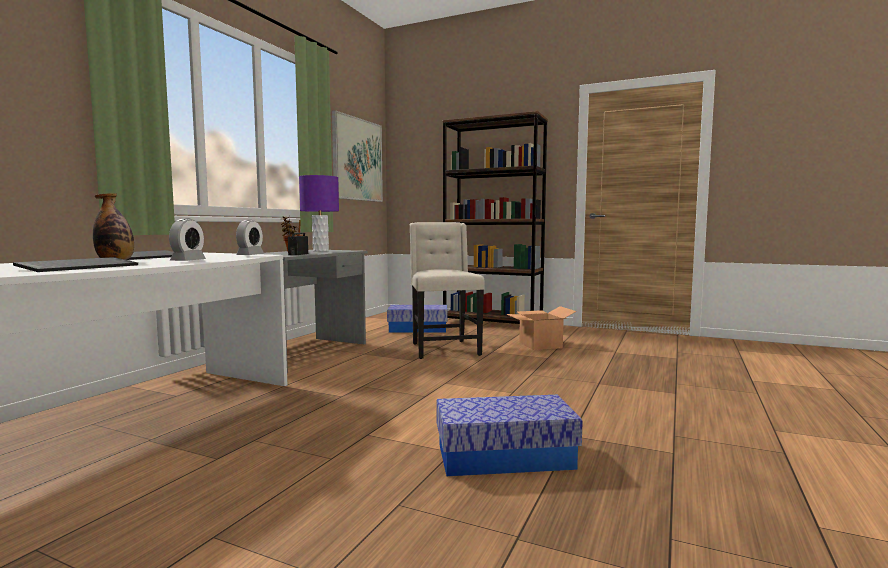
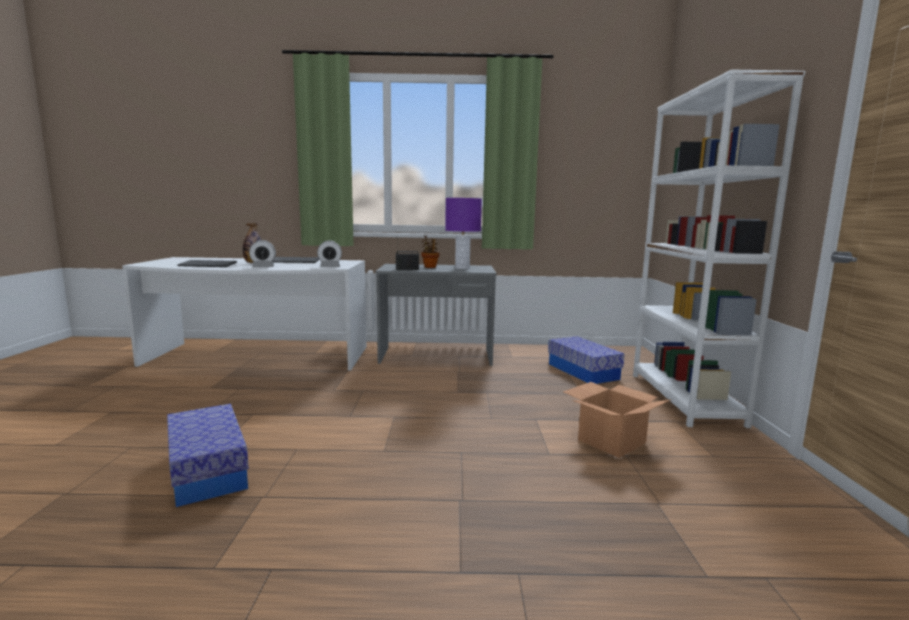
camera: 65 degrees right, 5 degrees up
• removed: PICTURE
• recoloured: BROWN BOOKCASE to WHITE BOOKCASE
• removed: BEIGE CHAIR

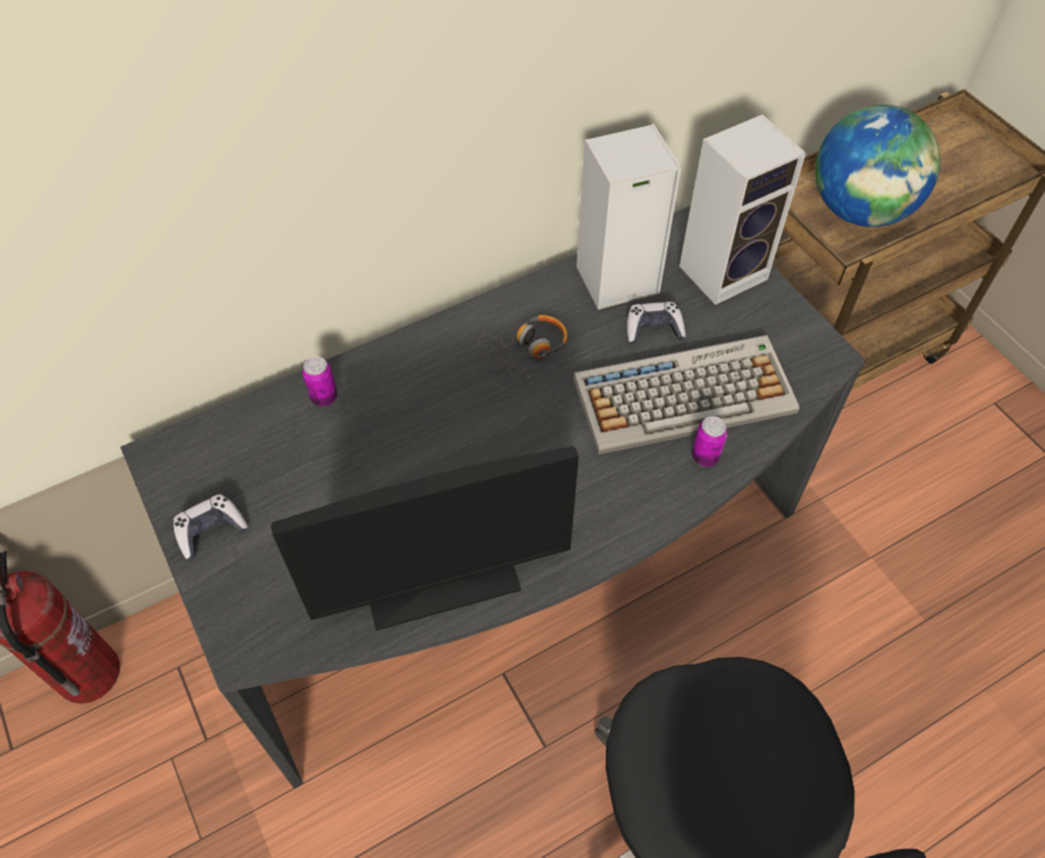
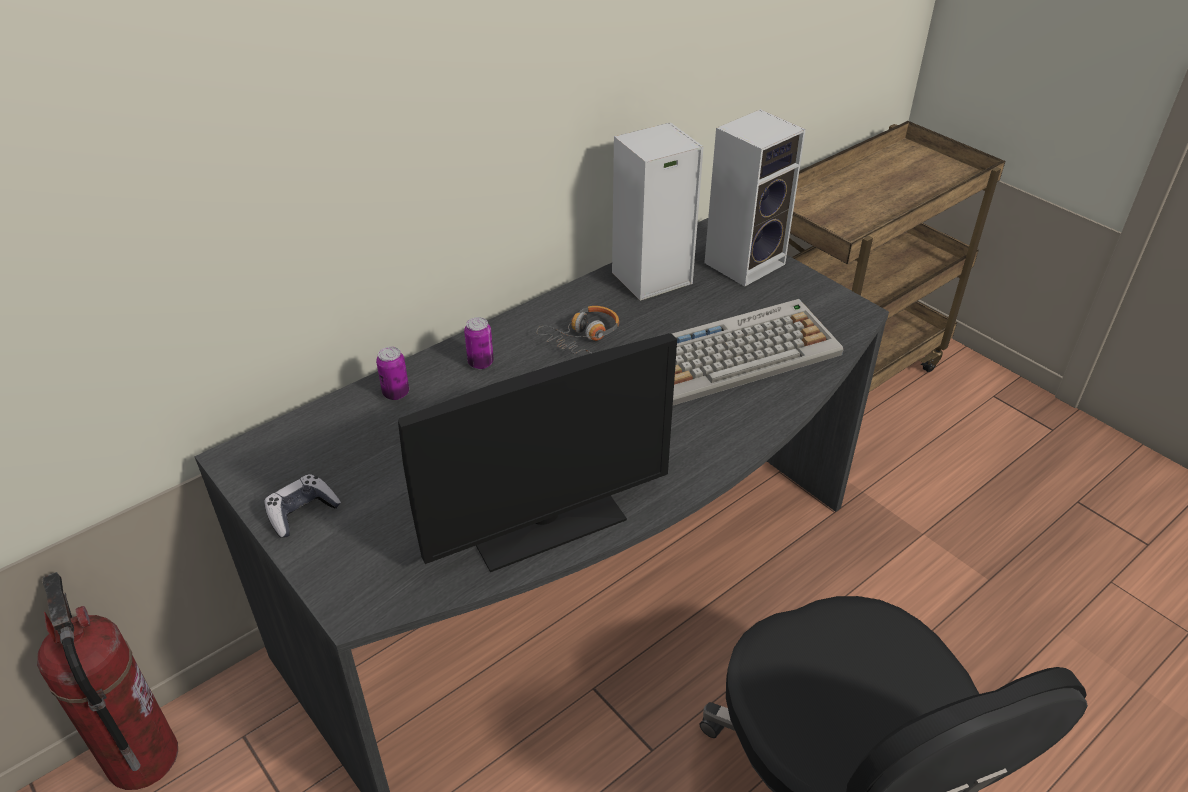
camera: 10 degrees left, 15 degrees down
• removed: GLOBE
• removed: GAME CONTROLLER (2nd from left)
• moved: CAN (2nd from left)

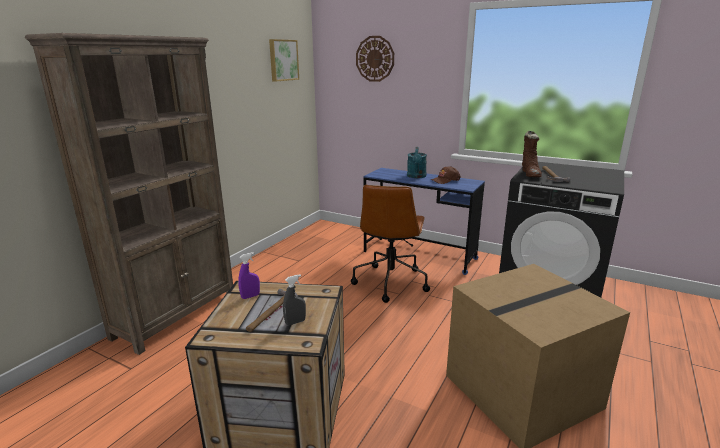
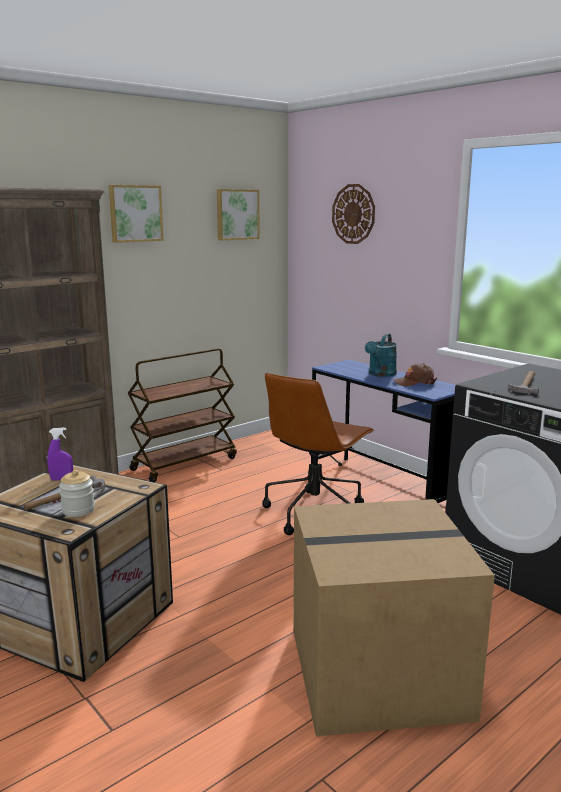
camera: 20 degrees right, 5 degrees down
• removed: BROWN BOOT
• replaced: GREY SPRAY BOTTLE to JAR
• added: PICTURE (1st from left)
• added: BROWN CART

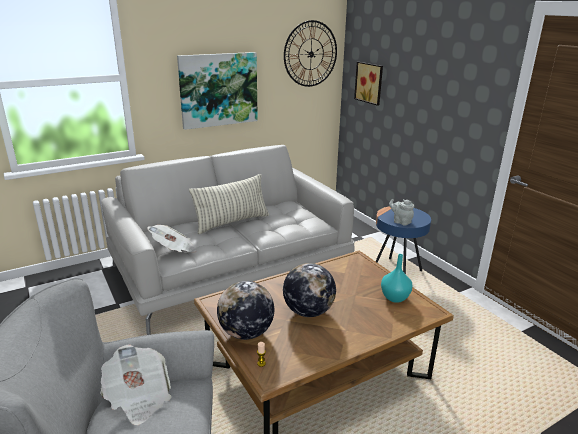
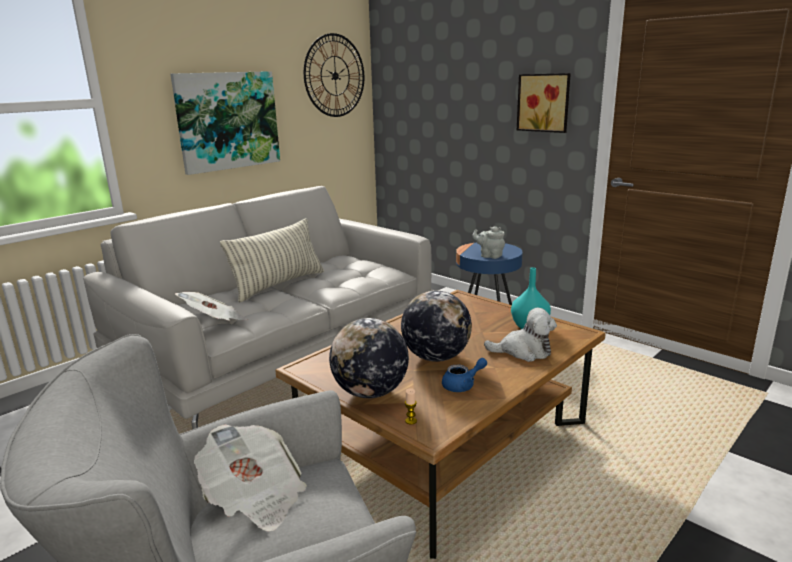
camera: 15 degrees left, 5 degrees down
• moved: PICTURE (2nd from left)
• added: PLUSH TOY
• added: BLUE TEAPOT

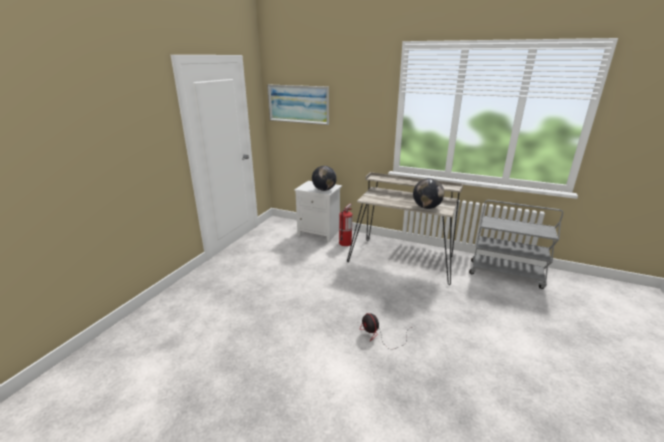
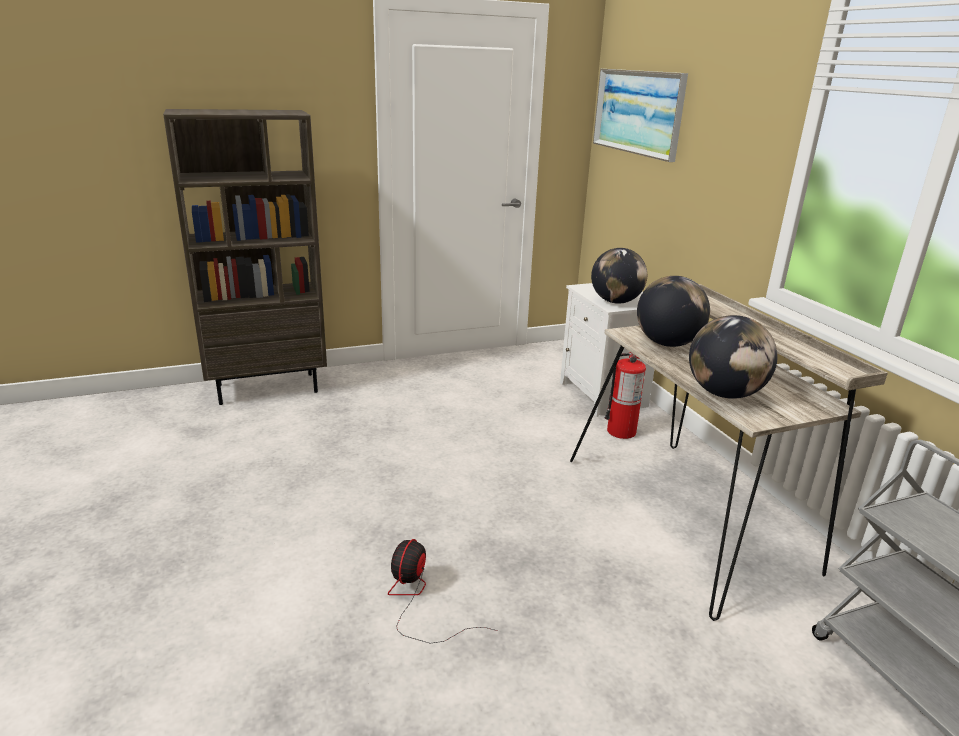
camera: 45 degrees right, 0 degrees up
• added: BROWN BOOKCASE
• added: GLOBE (2nd from left)

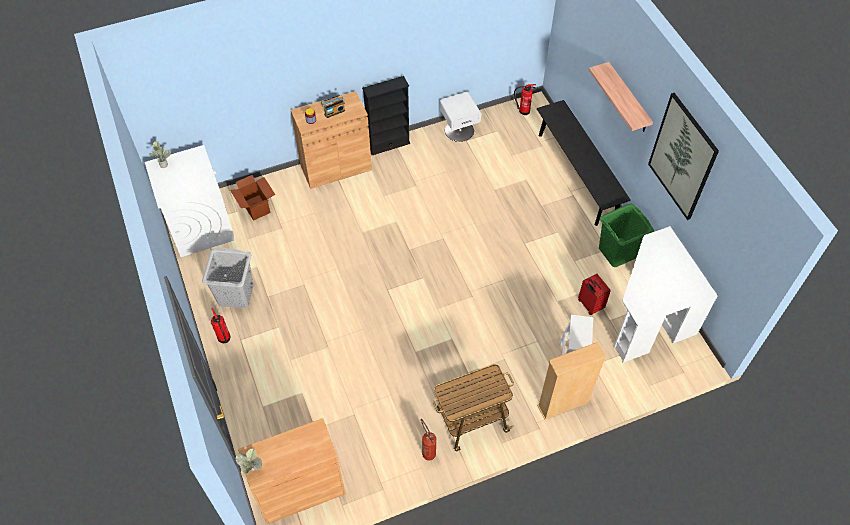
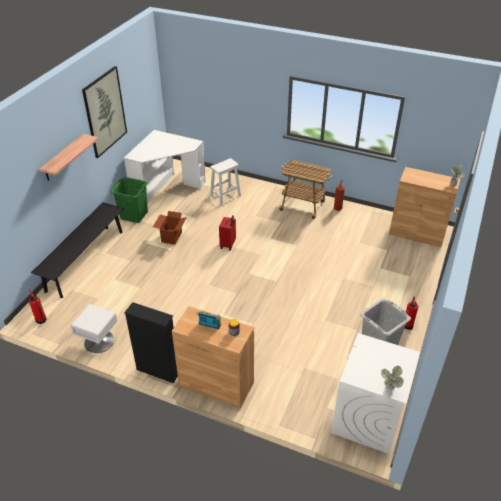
camera: 135 degrees left, 15 degrees down
• moved: CARDBOARD BOX
• moved: RED SUITCASE
• removed: BEIGE BOOKCASE

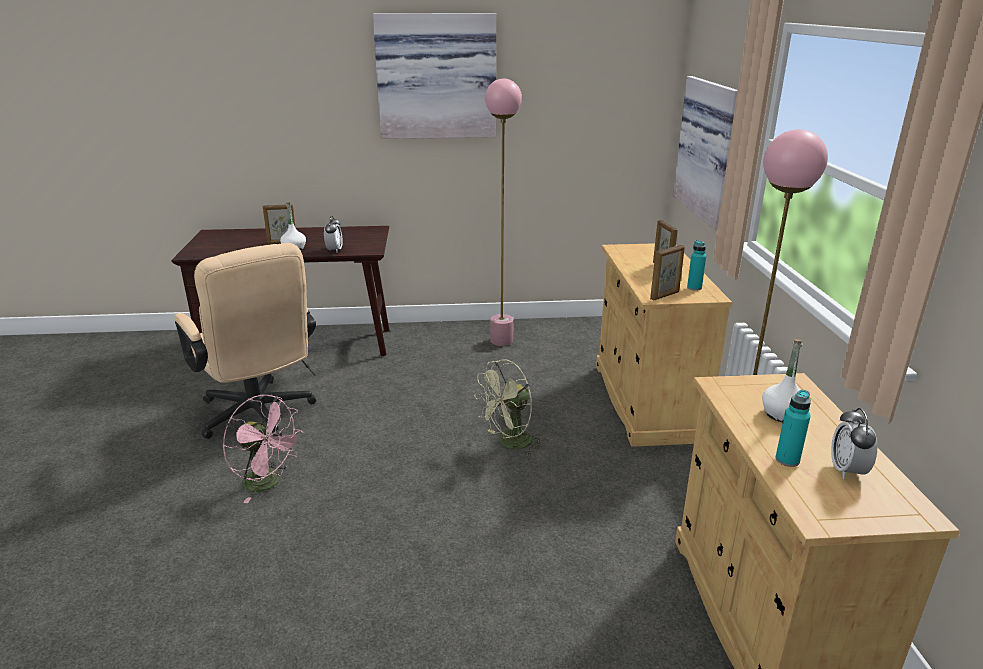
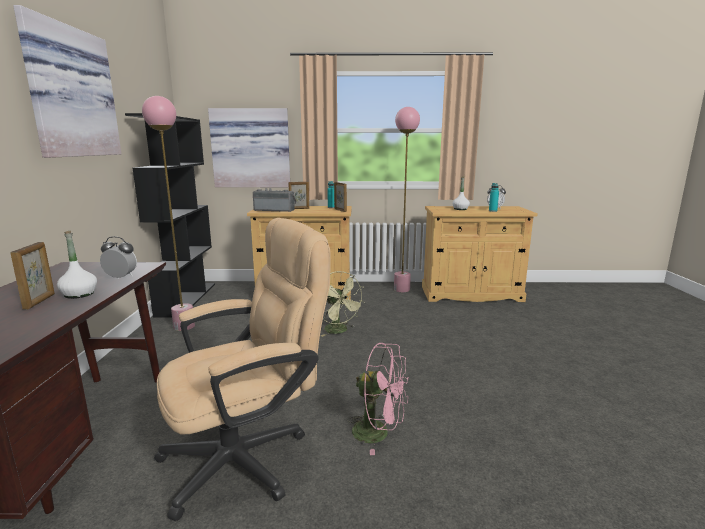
camera: 85 degrees left, 10 degrees down
• turned: PINK FAN 75 degrees clockwise
• added: BLACK BOOKCASE
• added: RADIO

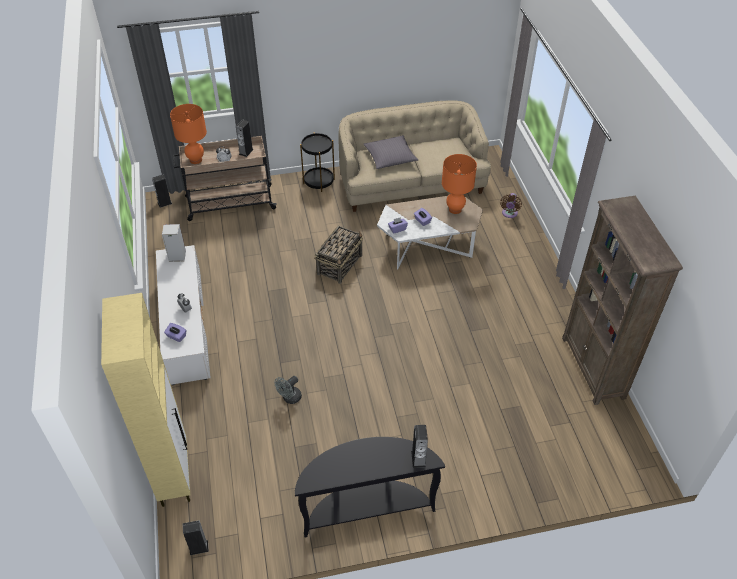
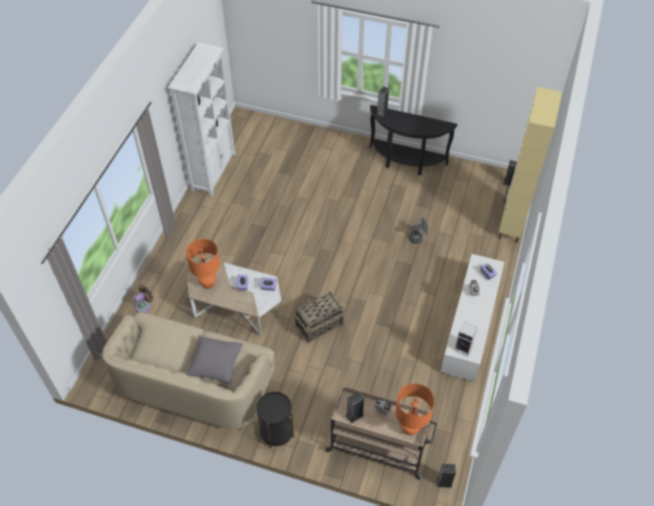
camera: 150 degrees left, 5 degrees up
• recoloured: BROWN BOOKCASE to WHITE BOOKCASE

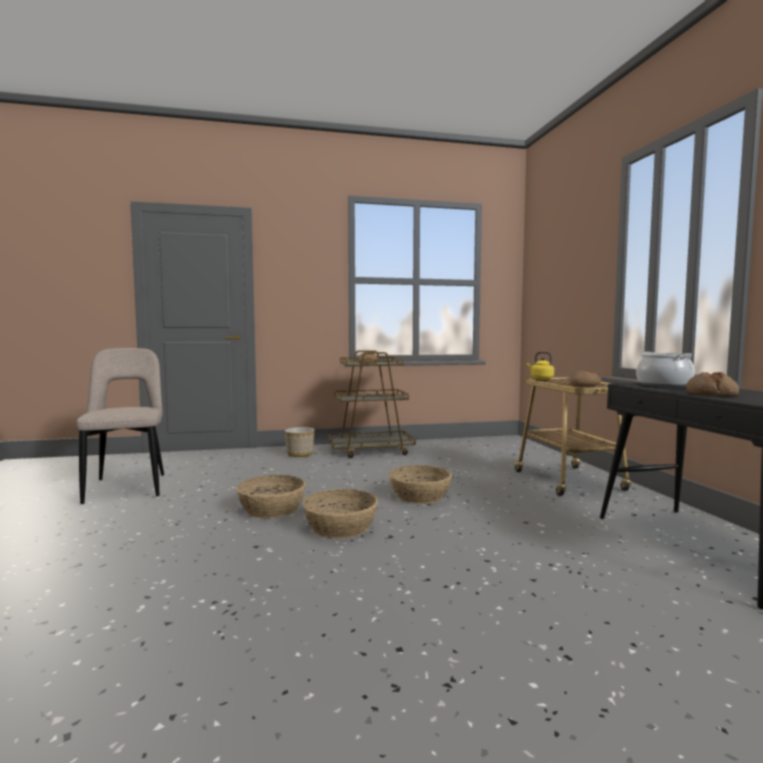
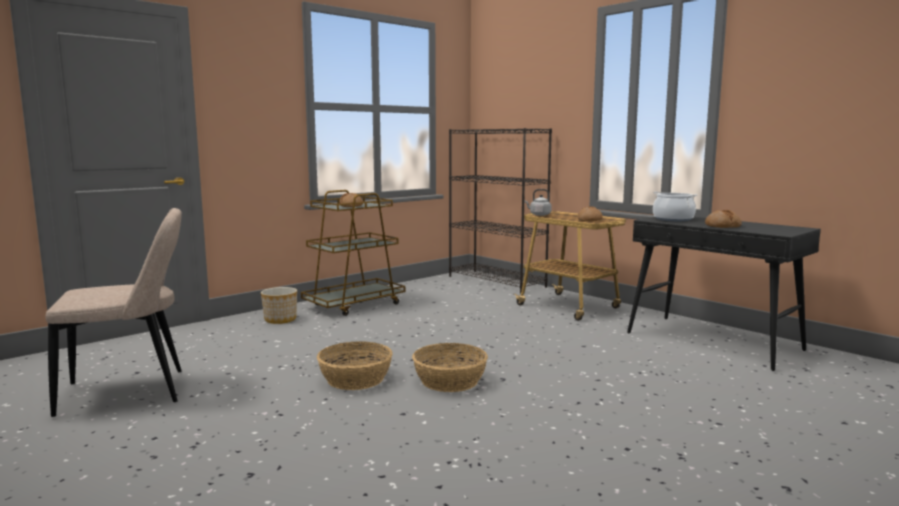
camera: 30 degrees left, 5 degrees up
• turned: BEIGE CHAIR 120 degrees clockwise
• recoloured: YELLOW KETTLE to GREY KETTLE
• removed: BASKET (3rd from left)
• added: BLACK BOOKCASE

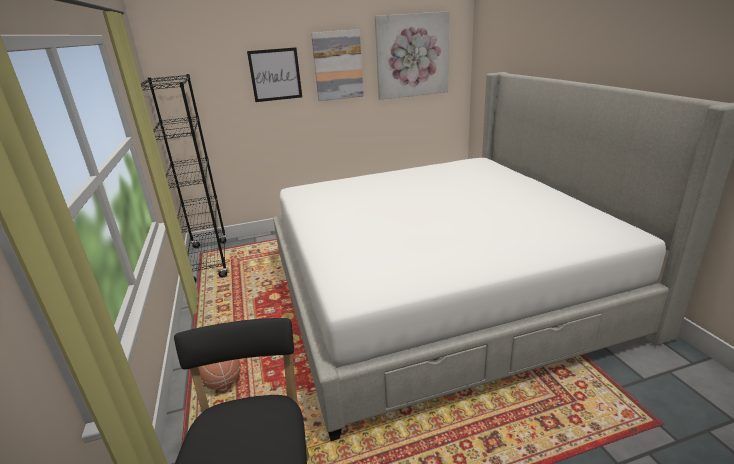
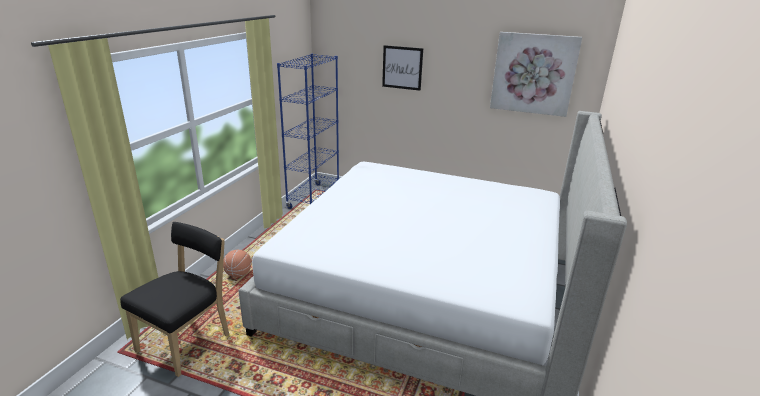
camera: 35 degrees right, 0 degrees up
• removed: PICTURE (2nd from left)
• recoloured: BLACK BOOKCASE to BLUE BOOKCASE

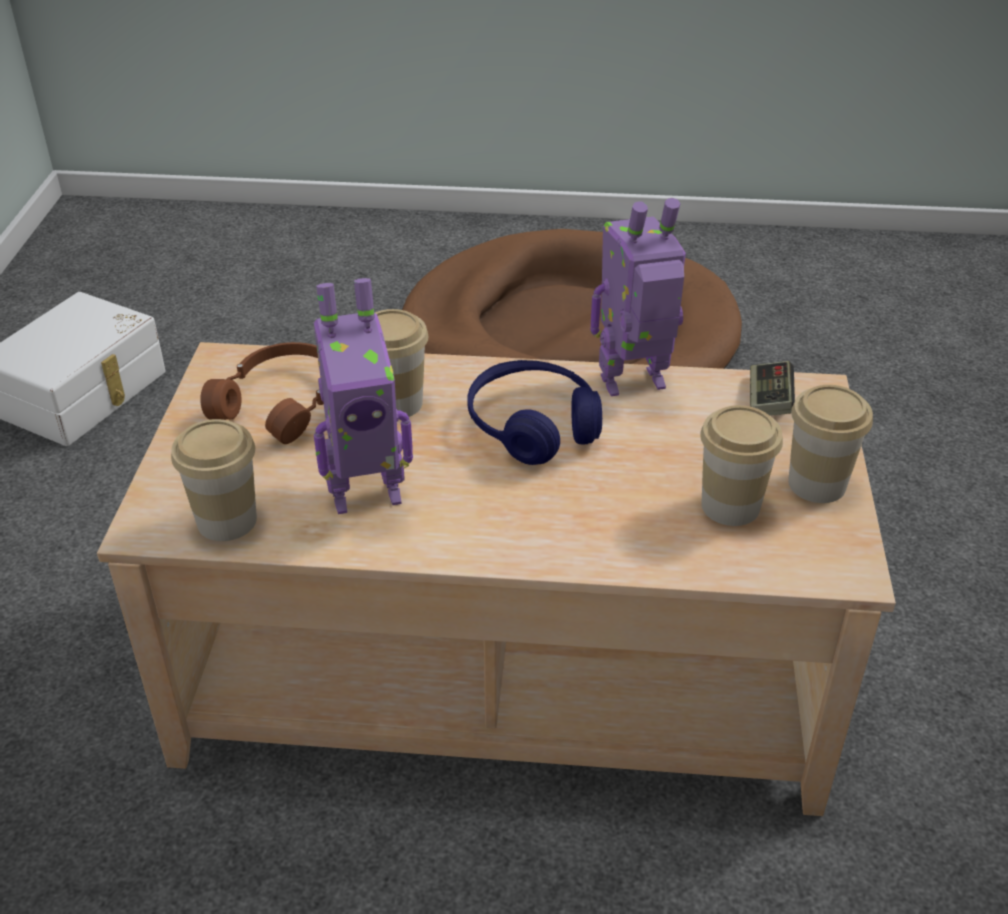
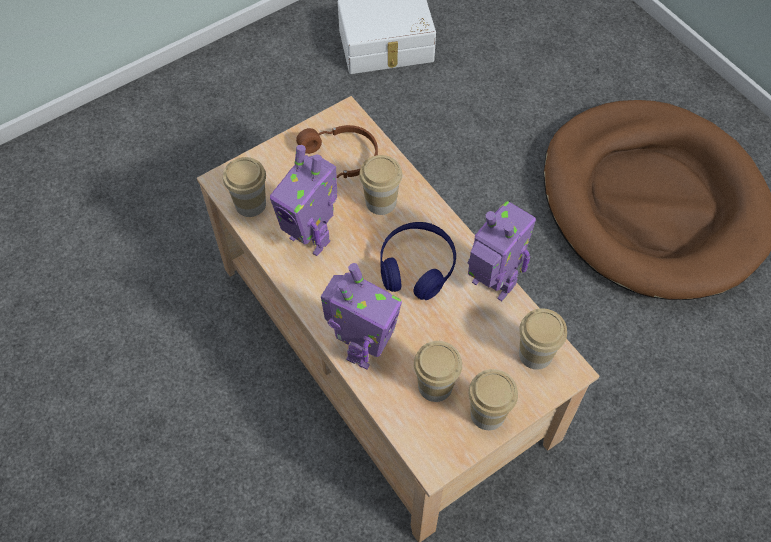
camera: 50 degrees right, 20 degrees up
• replaced: GAME CONTROLLER to CUP (5th from left)
• added: TOY ROBOT (2nd from left)

